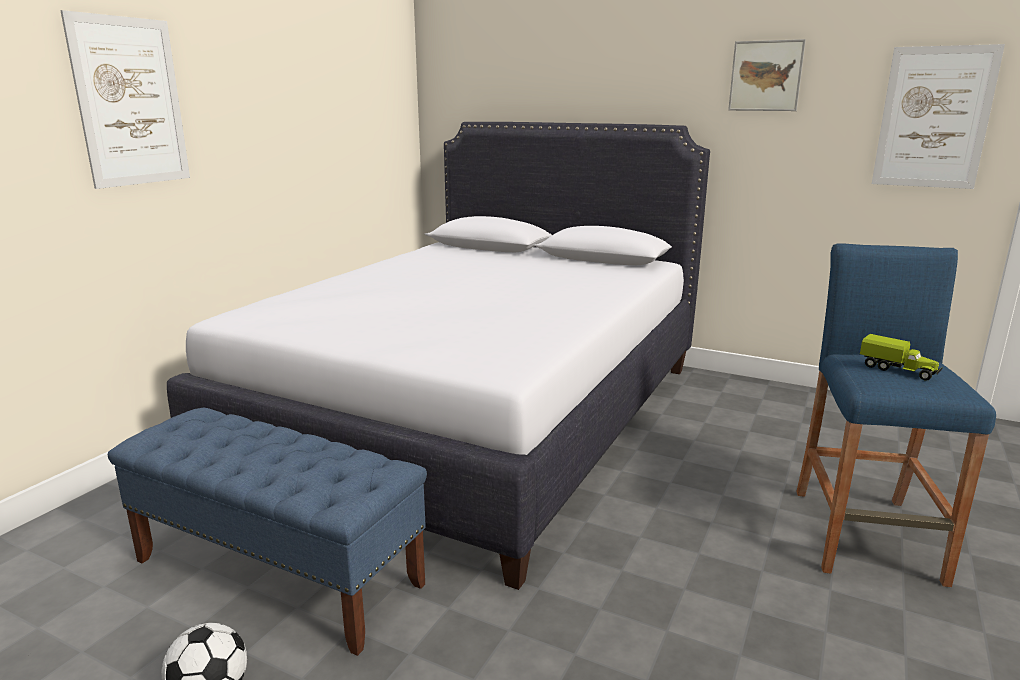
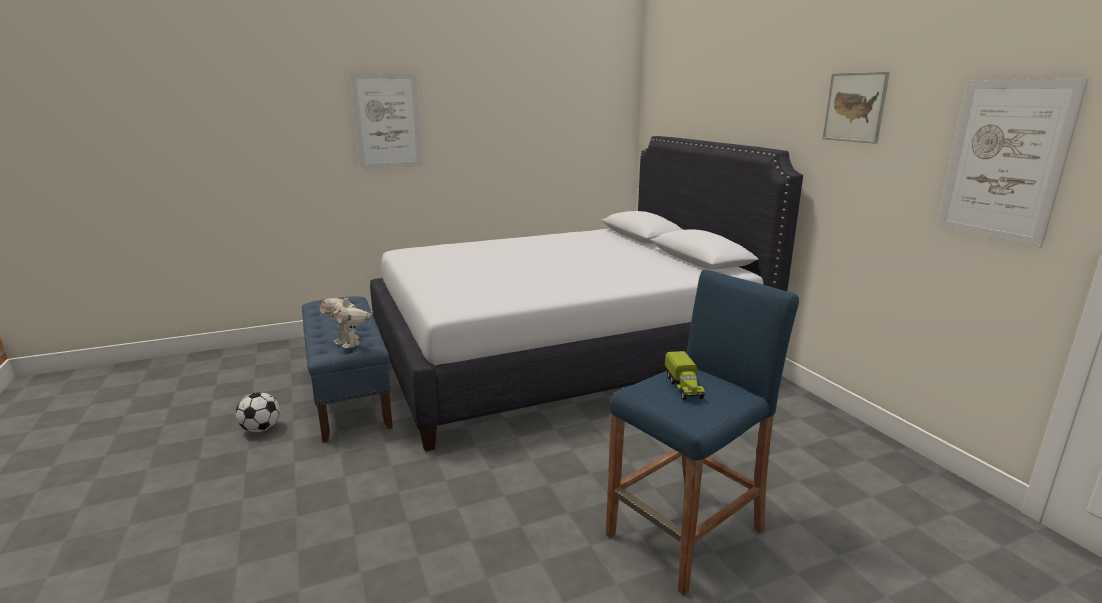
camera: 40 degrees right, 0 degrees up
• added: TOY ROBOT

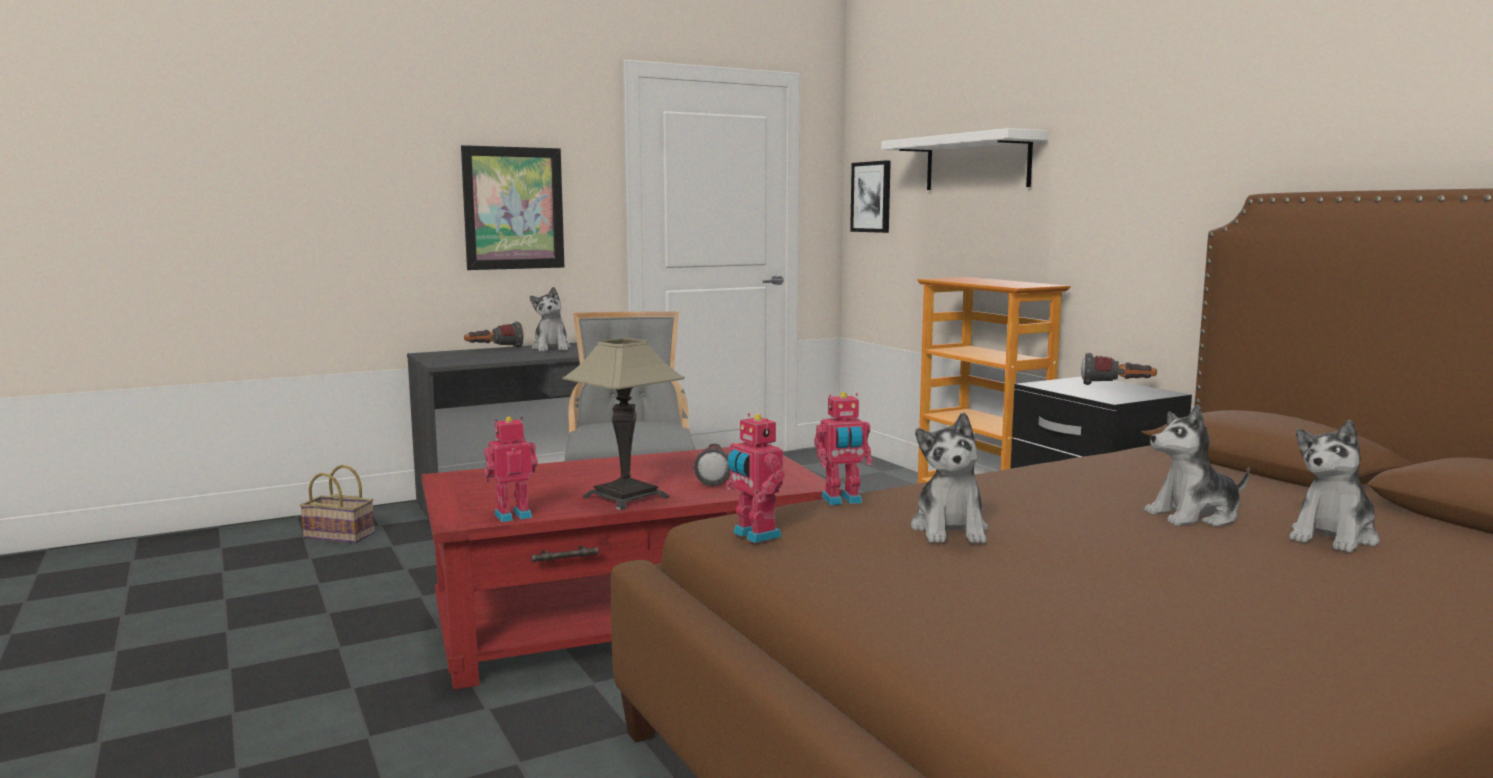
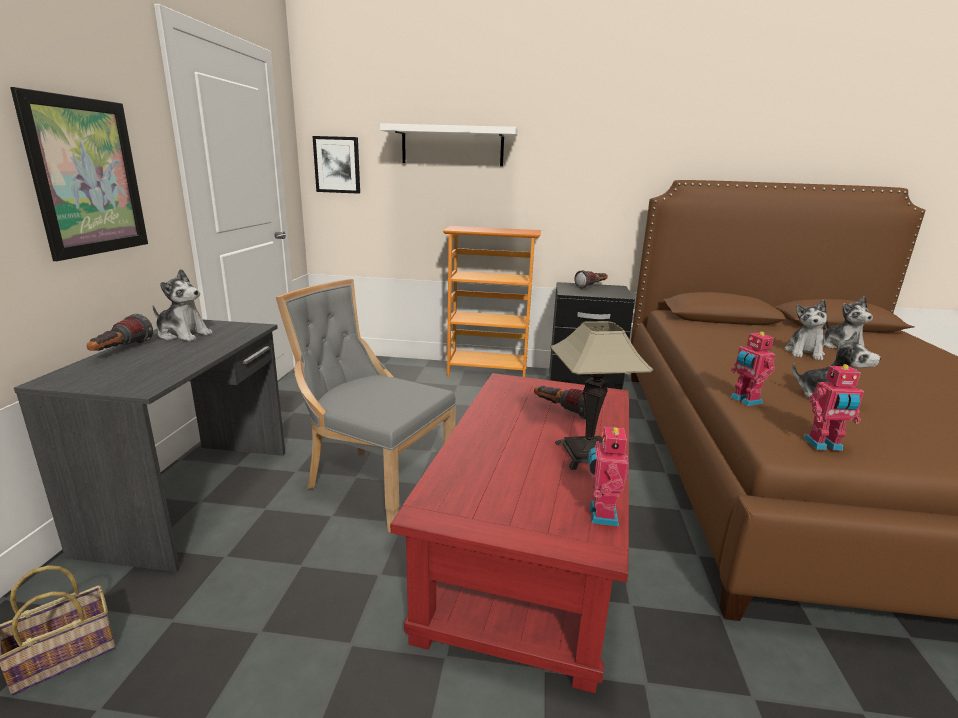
camera: 55 degrees left, 10 degrees up
• turned: TOY ROBOT (3rd from left in the first image) 135 degrees clockwise

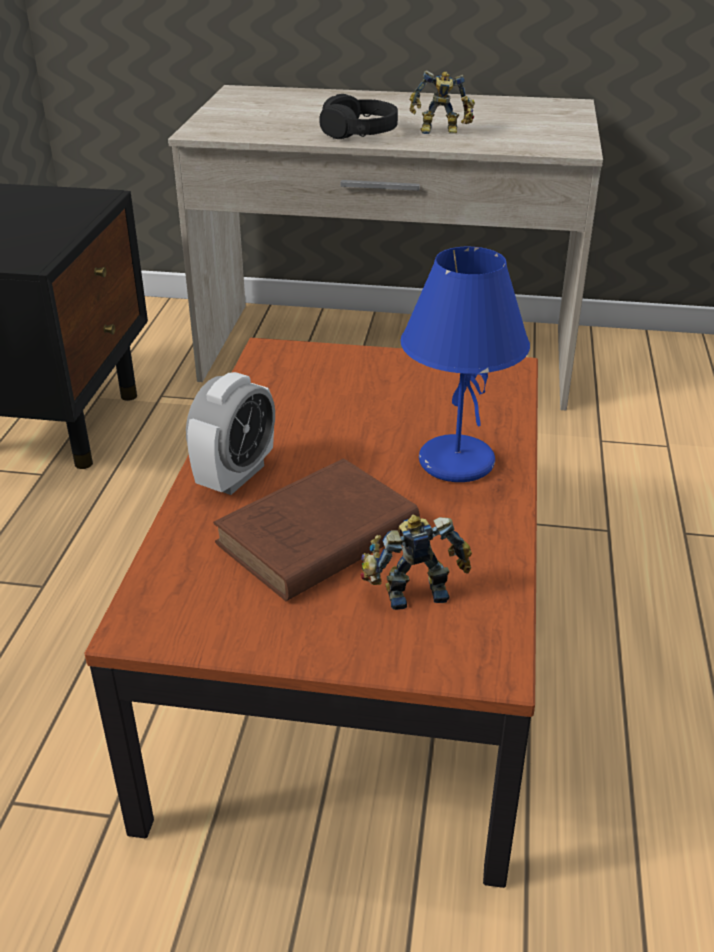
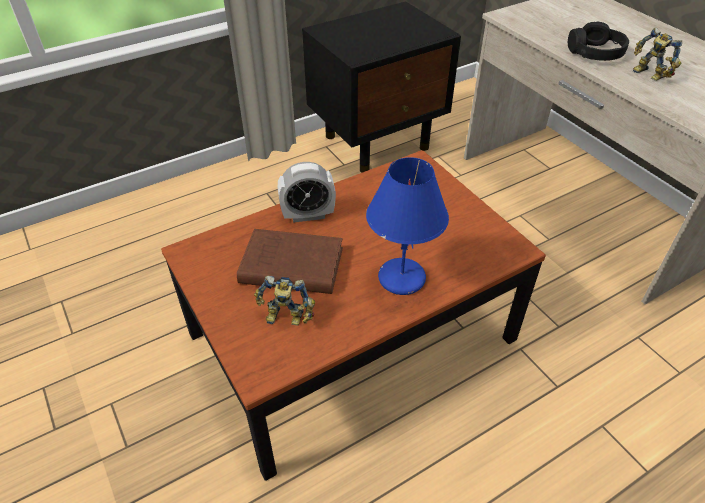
camera: 50 degrees right, 10 degrees up
• turned: TOY ROBOT (1st from left) 150 degrees clockwise

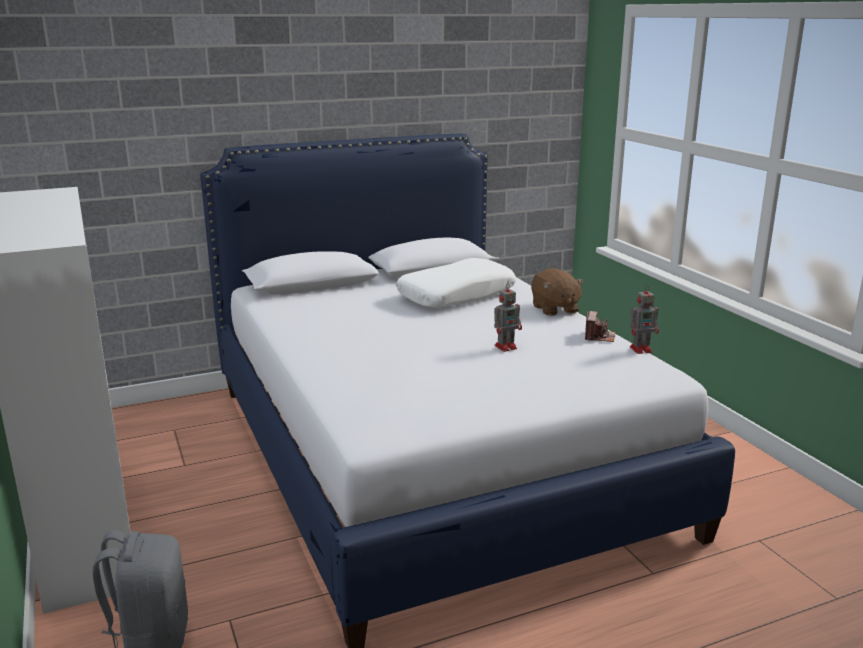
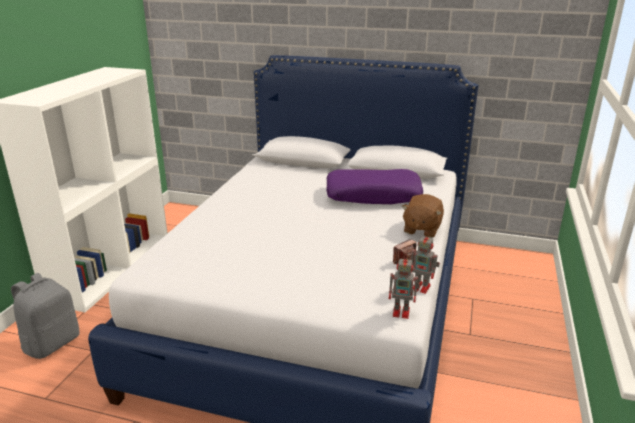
camera: 40 degrees right, 5 degrees up
• recoloured: WHITE PILLOW to PURPLE PILLOW
• moved: TOY ROBOT (1st from left)

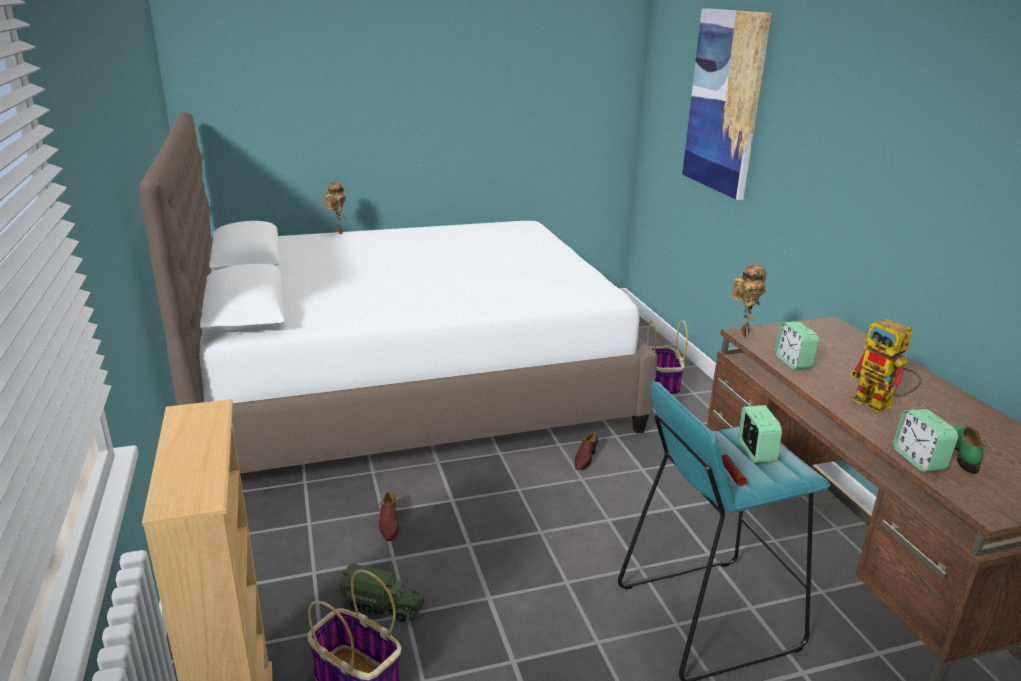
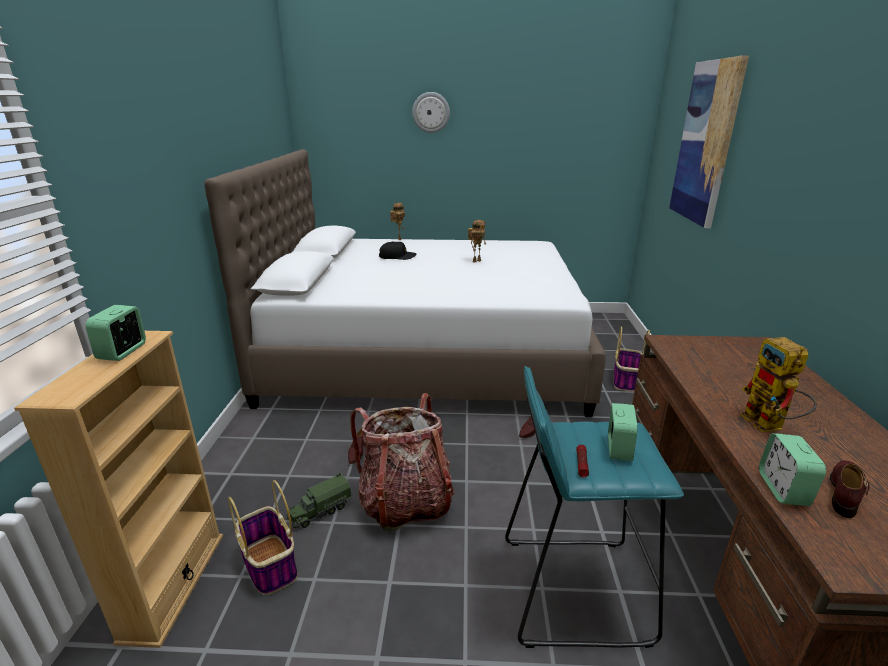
camera: 20 degrees right, 0 degrees up
• moved: TOY ROBOT (2nd from left)
• moved: ALARM CLOCK (2nd from left in the first image) to ALARM CLOCK (1st from left)
• recoloured: GREEN SHOE to BROWN SHOE (3rd from left)
• turned: TOY TRUCK 105 degrees clockwise
• added: WALL CLOCK
• added: BLACK CAP
• added: BACKPACK

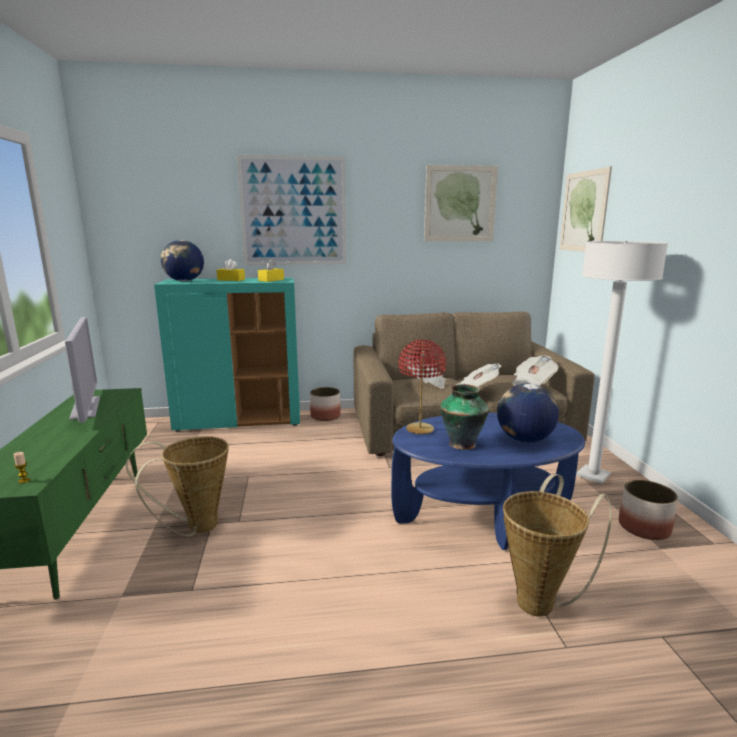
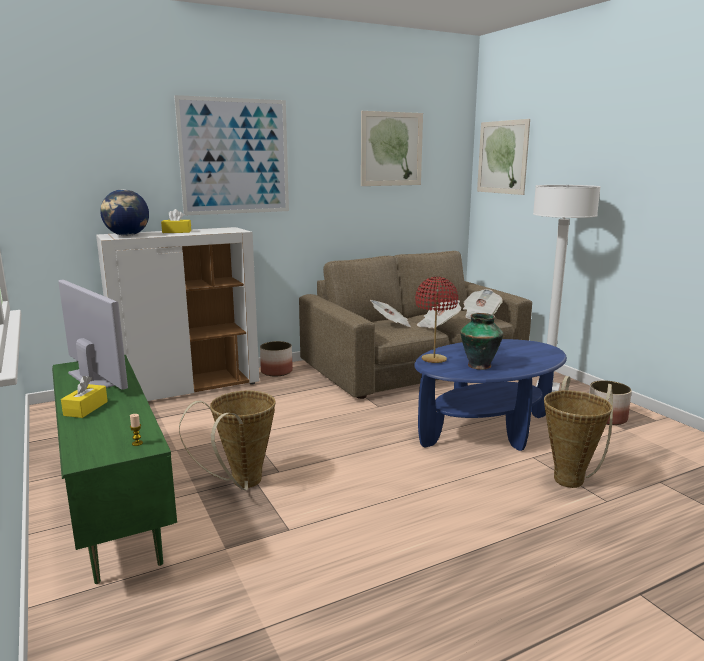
camera: 20 degrees left, 0 degrees up
• moved: YELLOW TISSUE BOX (2nd from left in the first image) to YELLOW TISSUE BOX (1st from left)
• recoloured: TURQUOISE CABINET to WHITE CABINET
• removed: GLOBE (2nd from left)

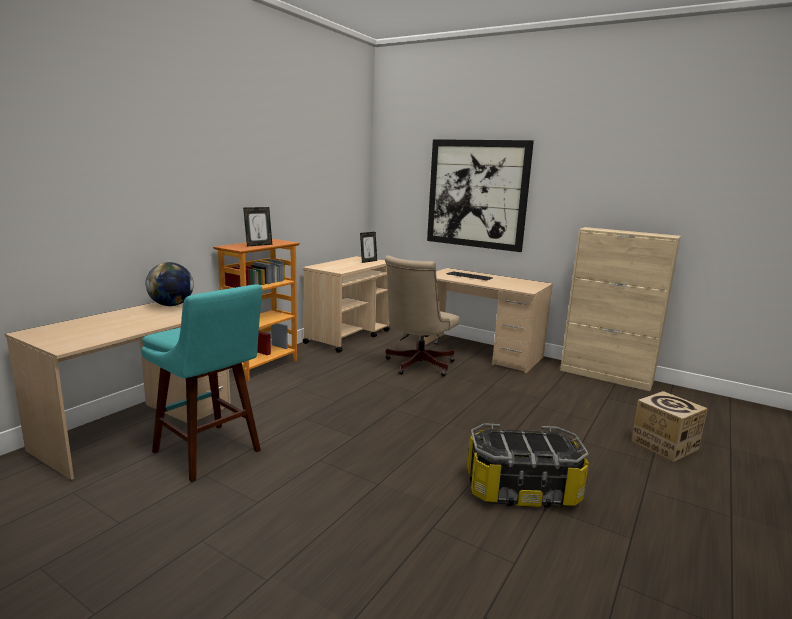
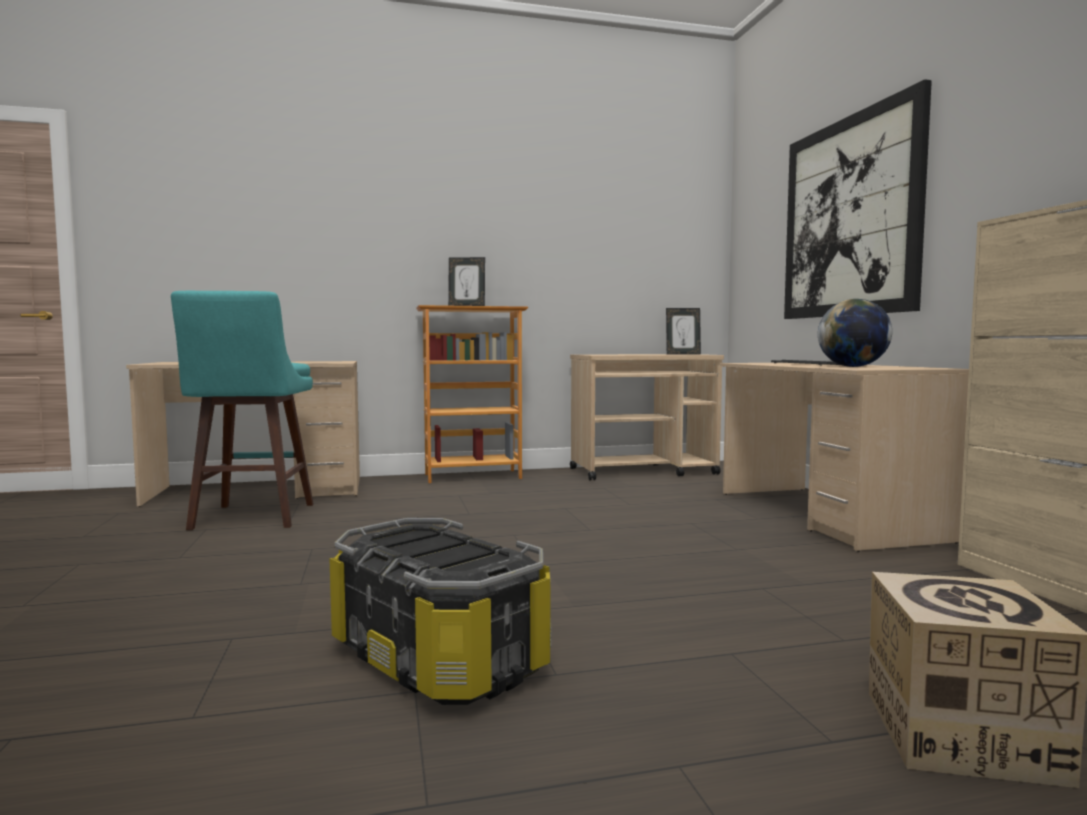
camera: 45 degrees right, 10 degrees down
• removed: BEIGE OFFICE CHAIR
• moved: GLOBE

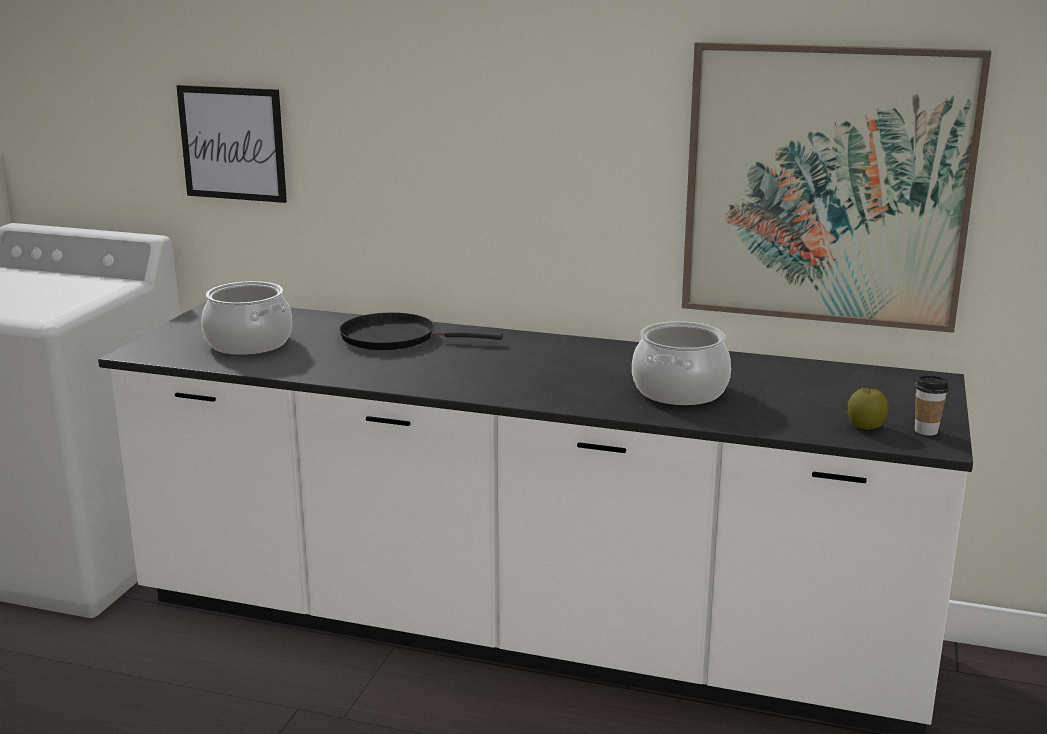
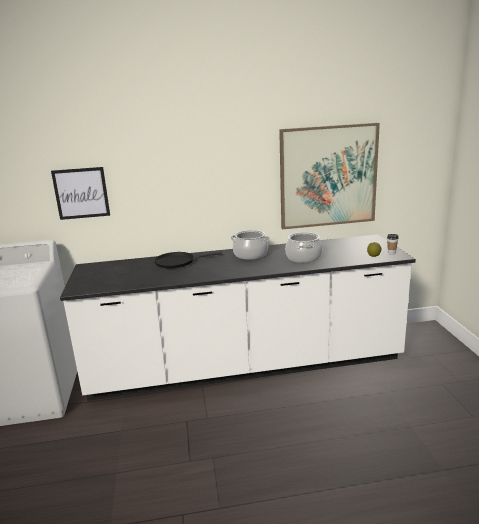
camera: 25 degrees left, 0 degrees up
• moved: COOKING POT (1st from left)

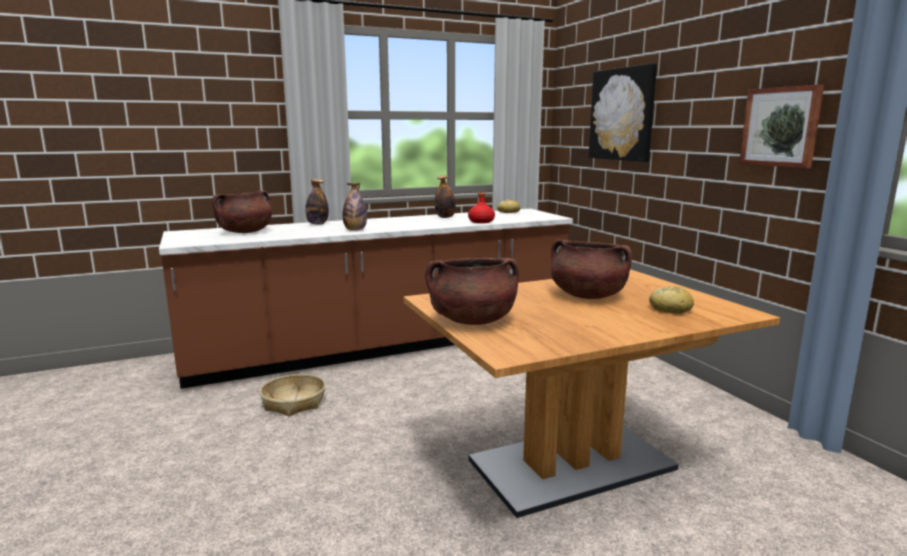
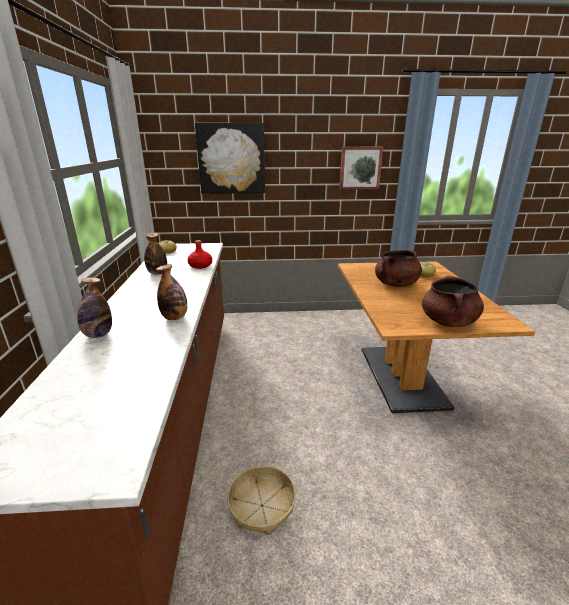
camera: 70 degrees left, 10 degrees up
• removed: BROWN COOKING POT (1st from left)

